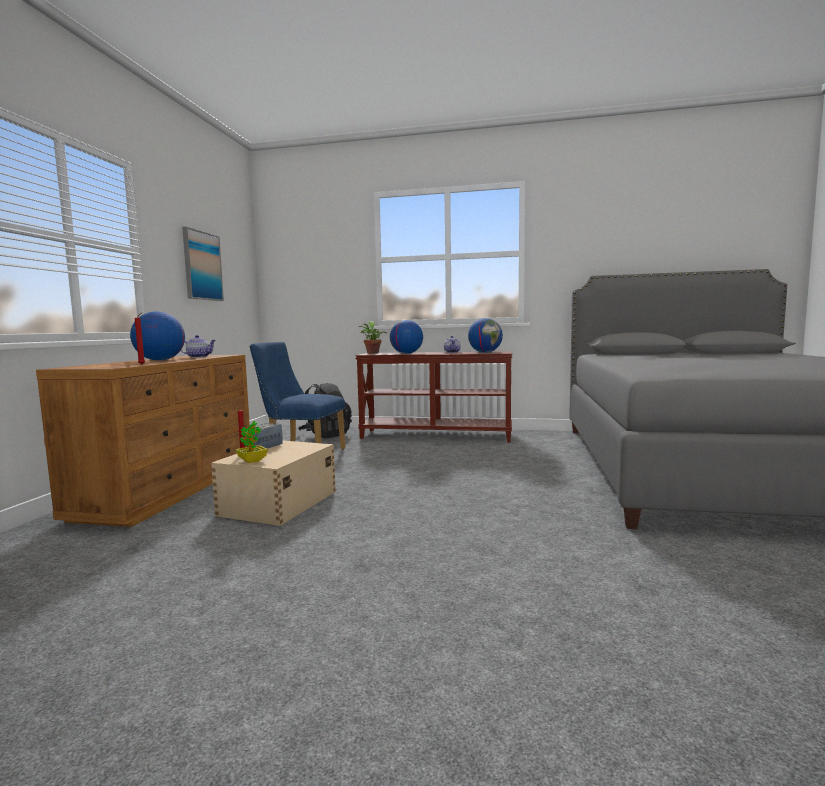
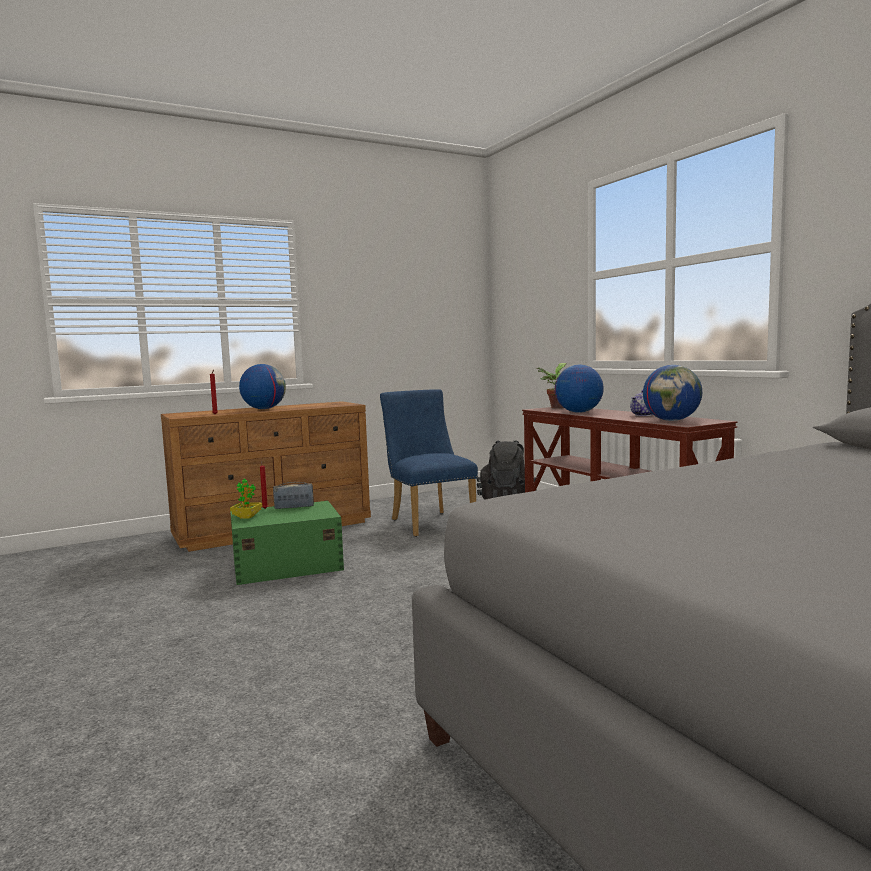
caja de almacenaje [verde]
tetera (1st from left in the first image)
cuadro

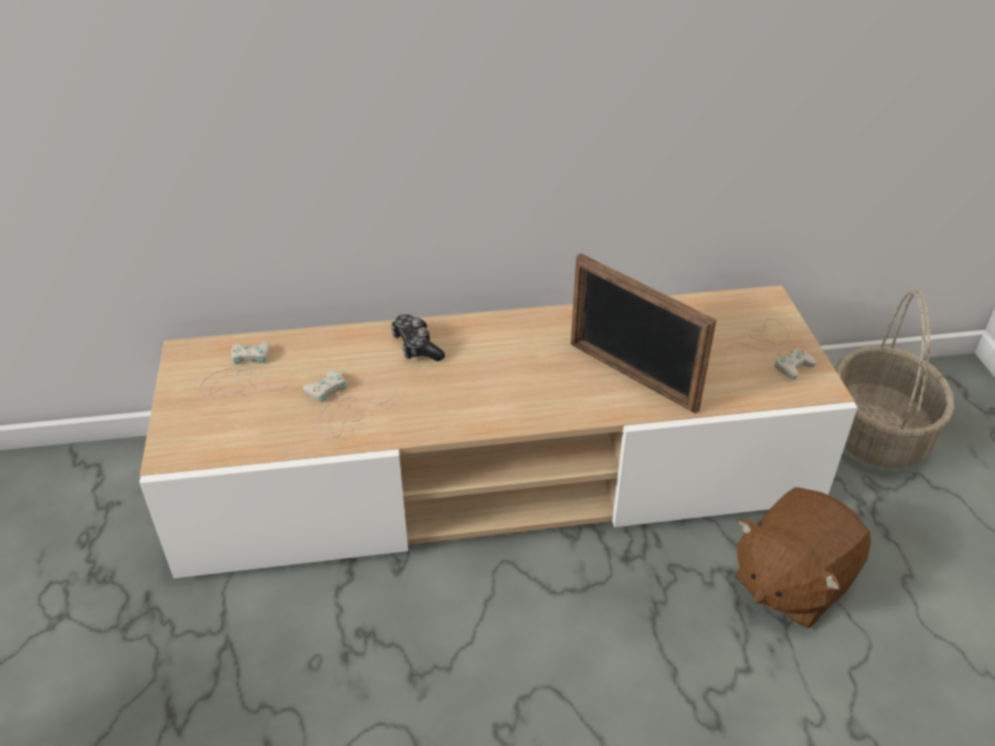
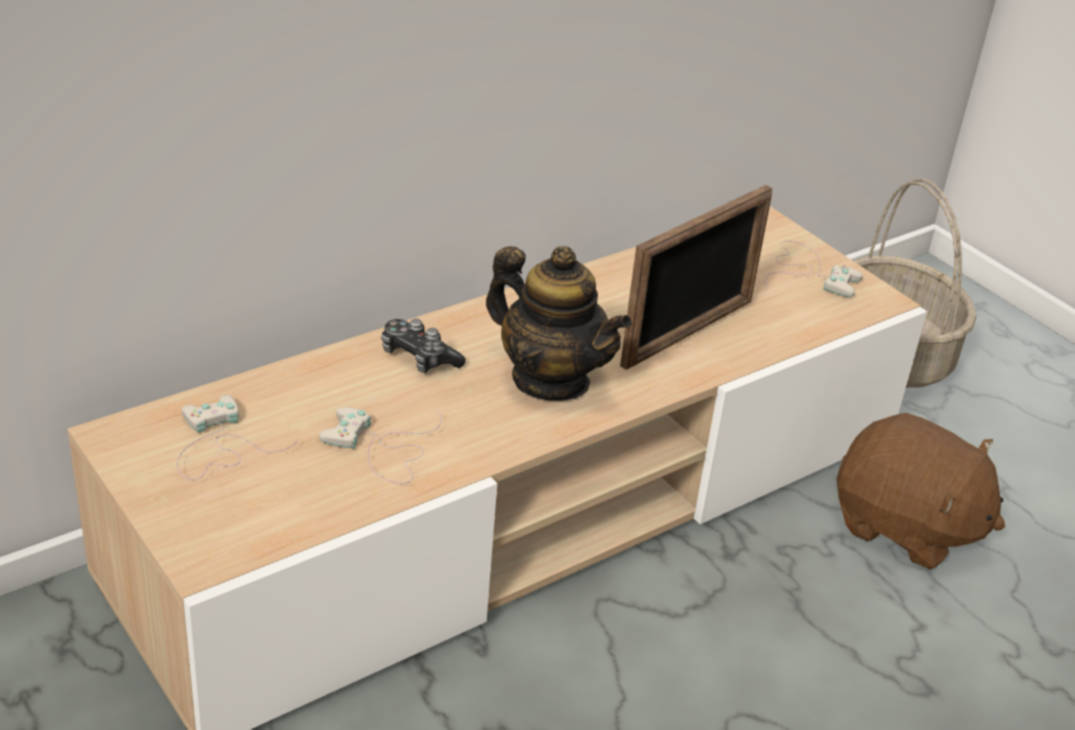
tetera
portarretratos
peluche [marrón]

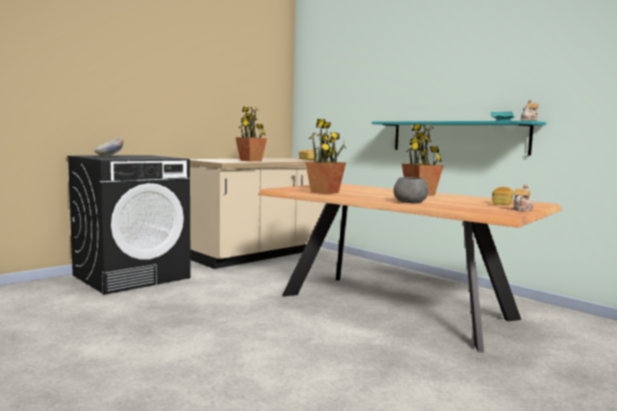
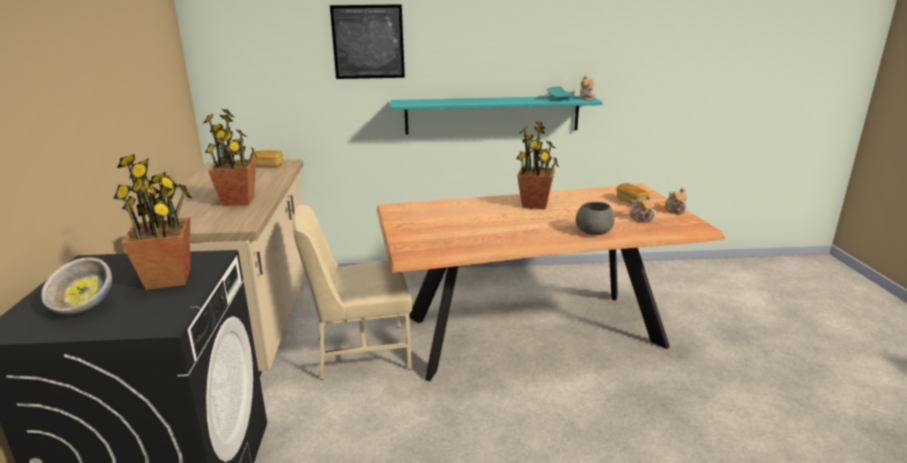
planta en maceta (1st from left)
silla [beis]
cuadro
tetera (2nd from left)

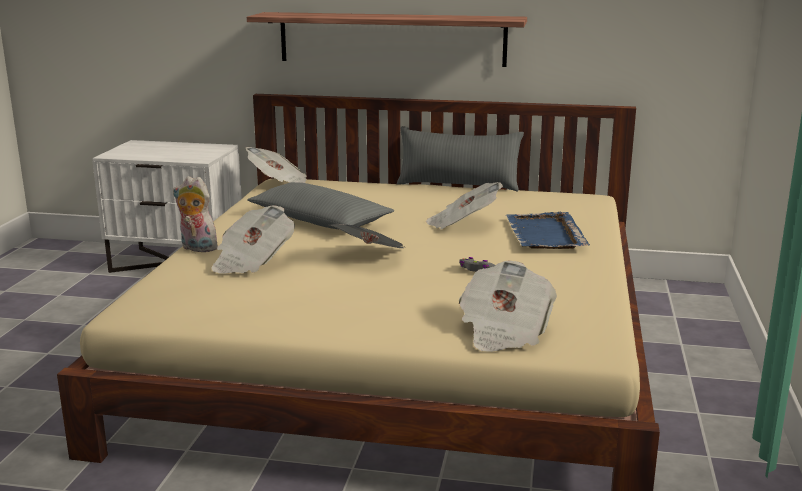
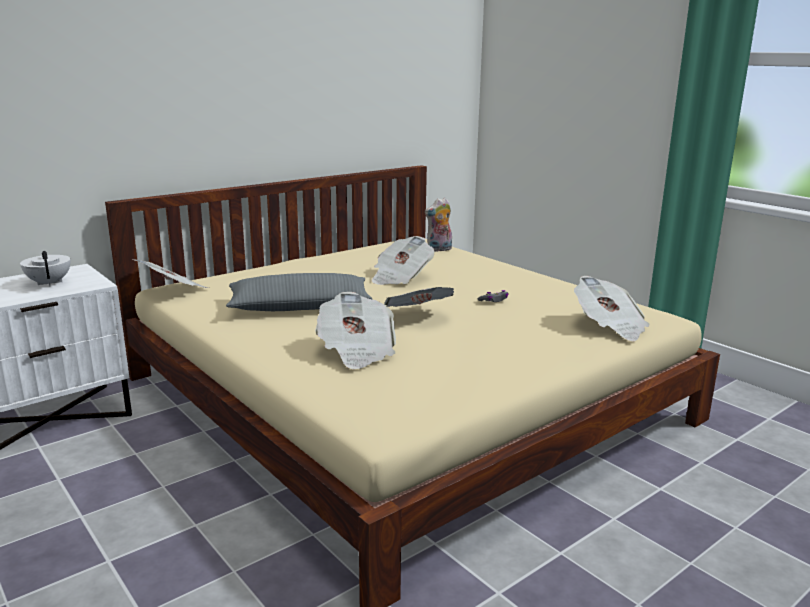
tetera [blanco]
peluche
estante
cojín [gris] (2nd from left in the first image)
bandeja [azul]

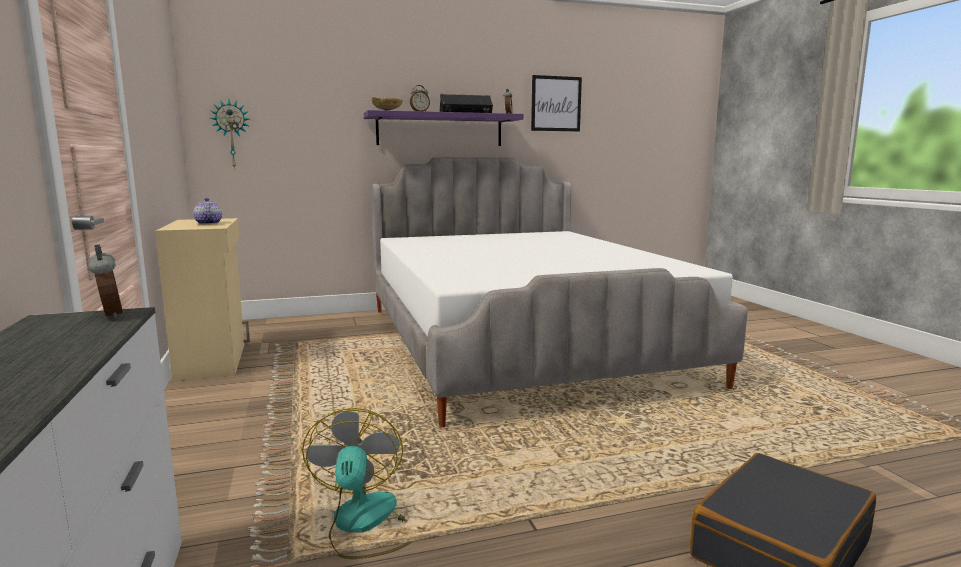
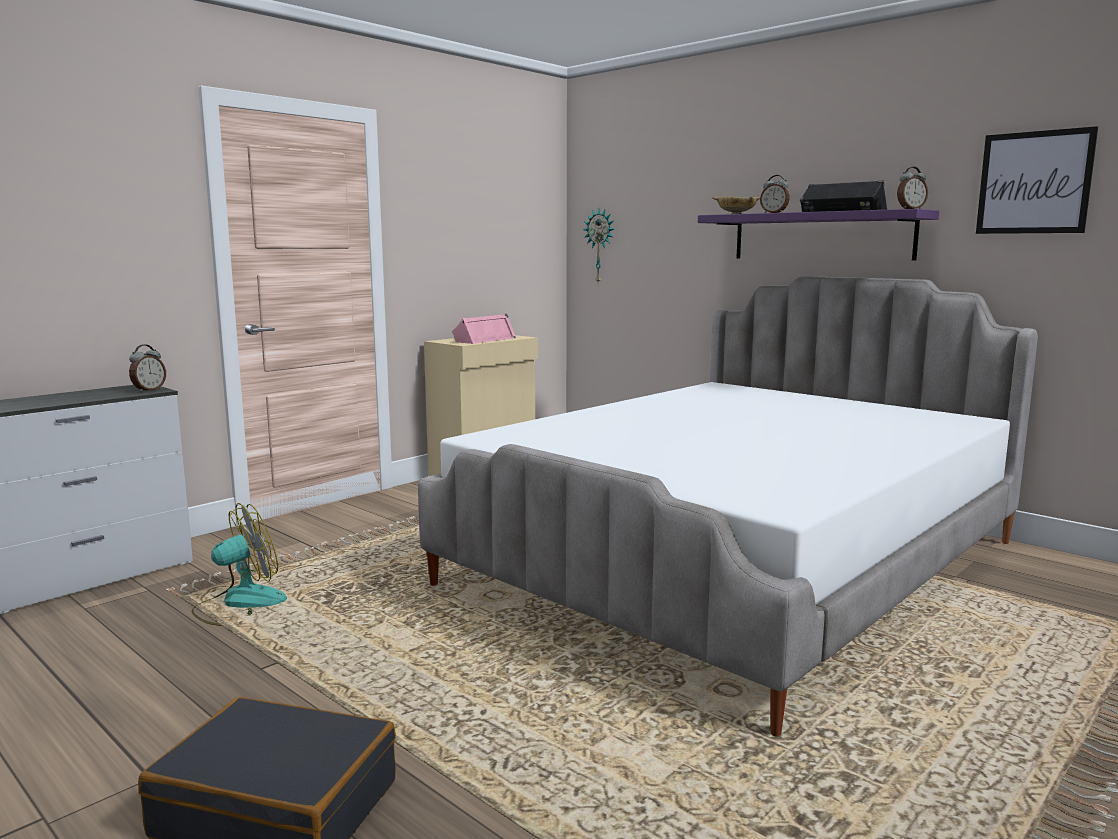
altavoz [rosa]

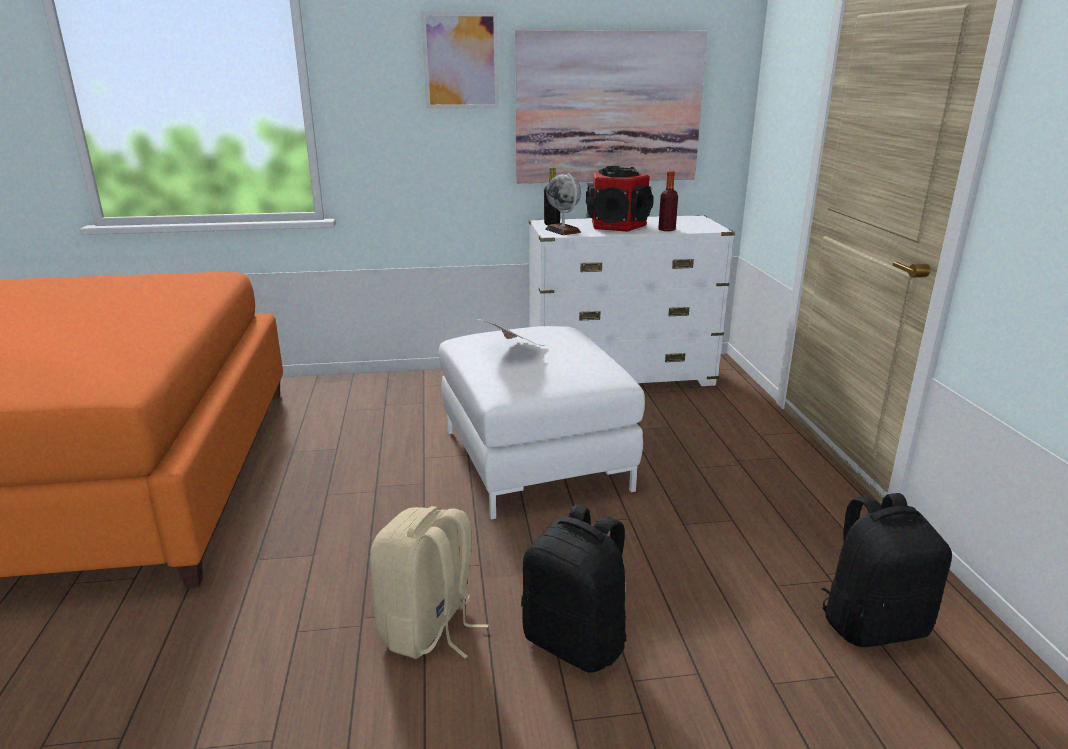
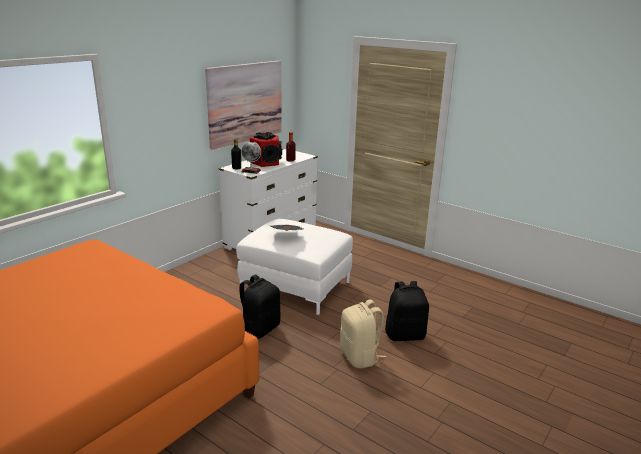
mochila [negro] (1st from left)
cuadro (1st from left in the first image)

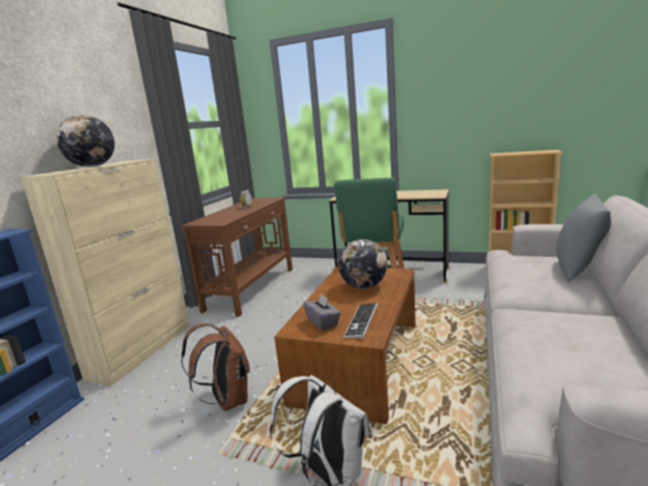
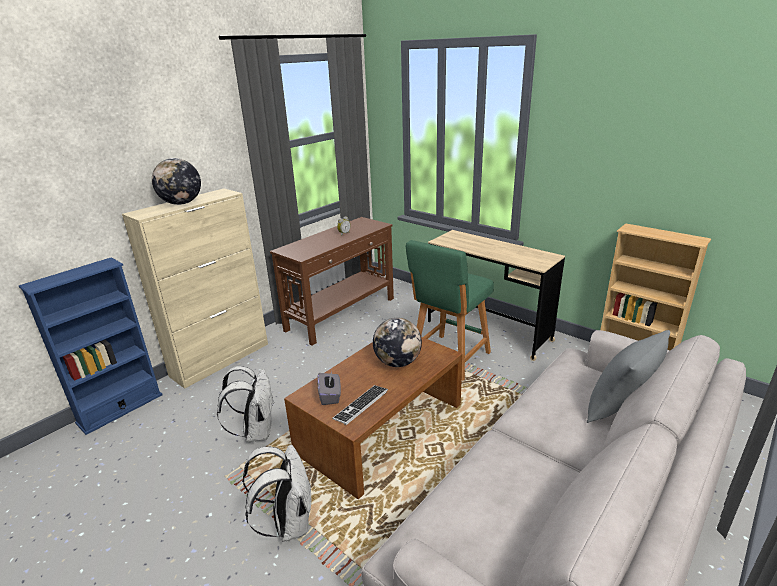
mochila [blanco] (1st from left)

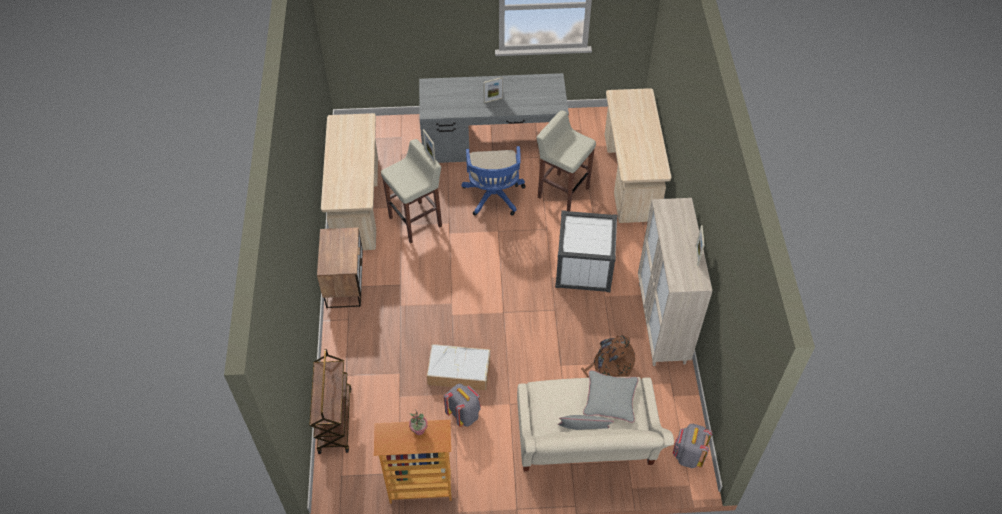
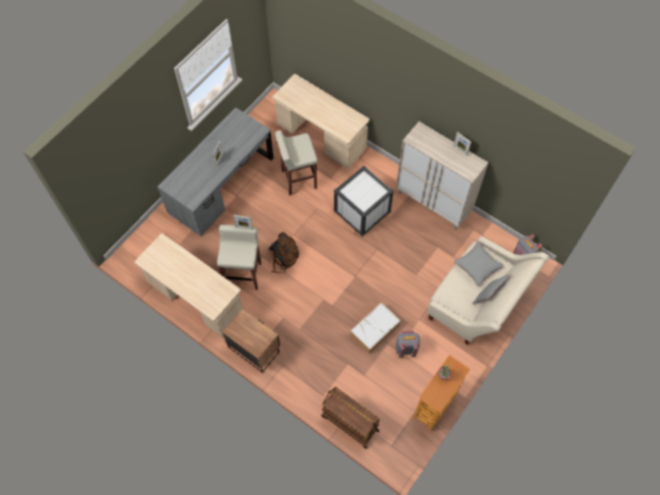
mochila [marrón]
silla de oficina [azul]

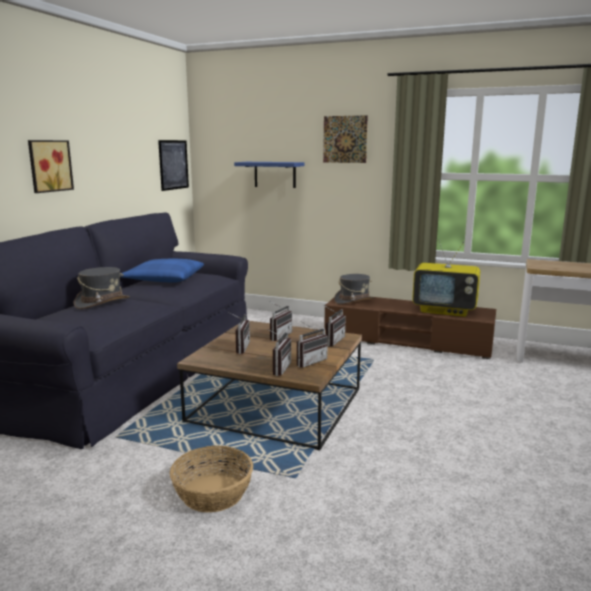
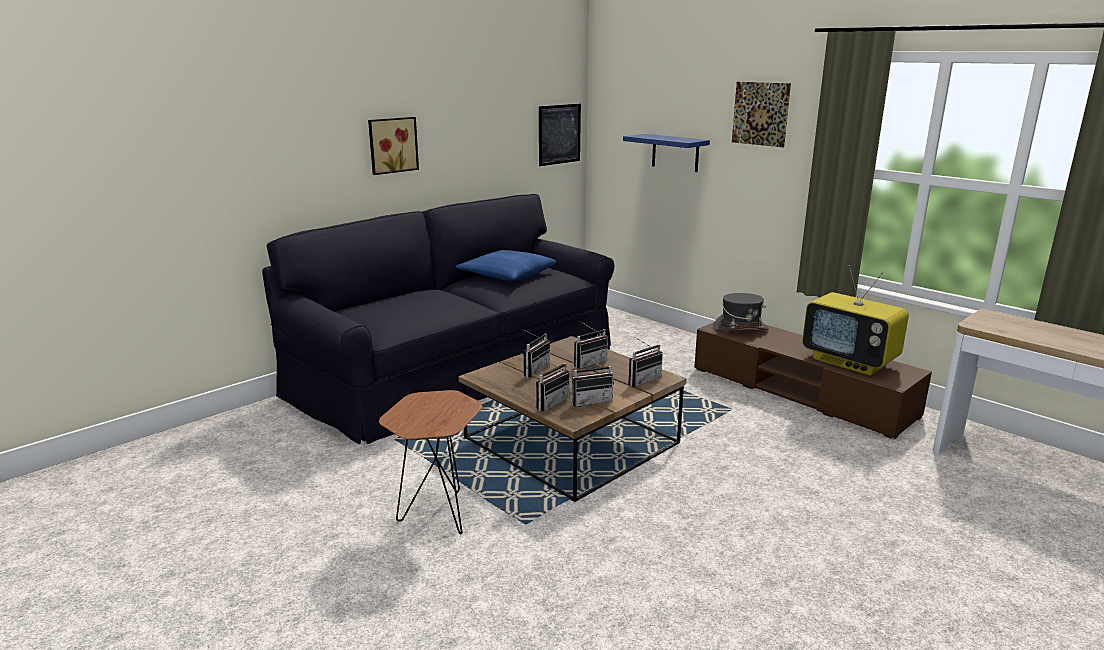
mesa auxiliar [marrón]
sombrero [gris] (1st from left in the first image)

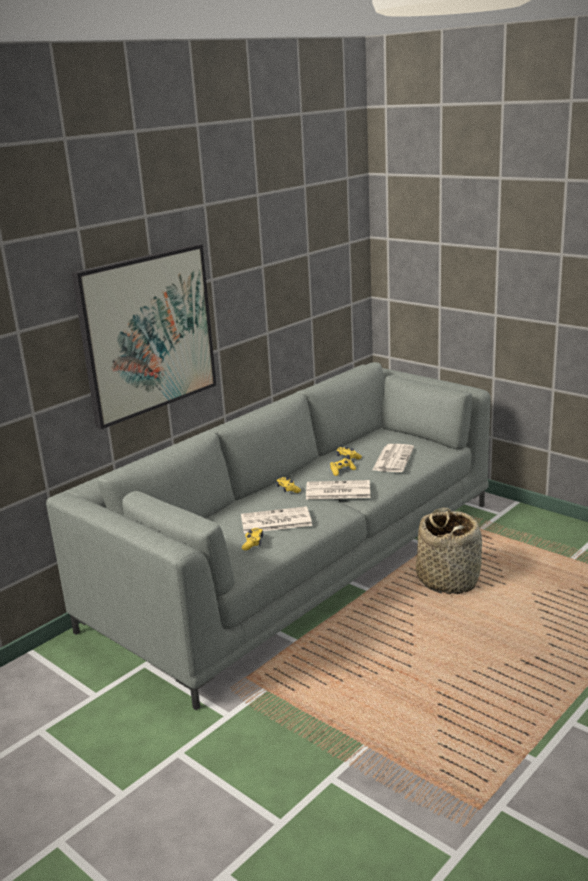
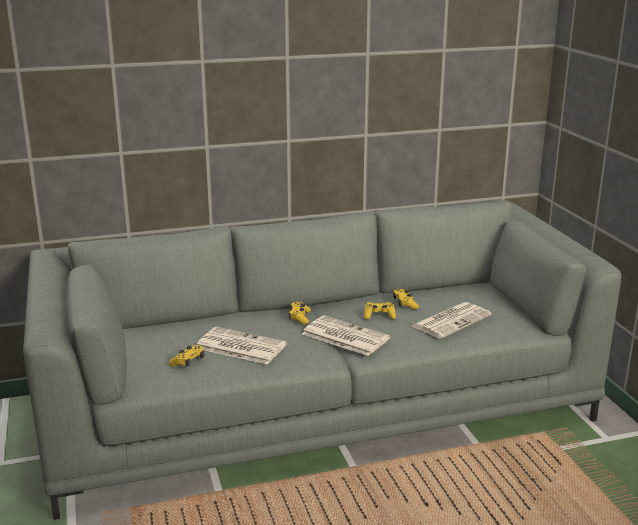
cuadro
cesta

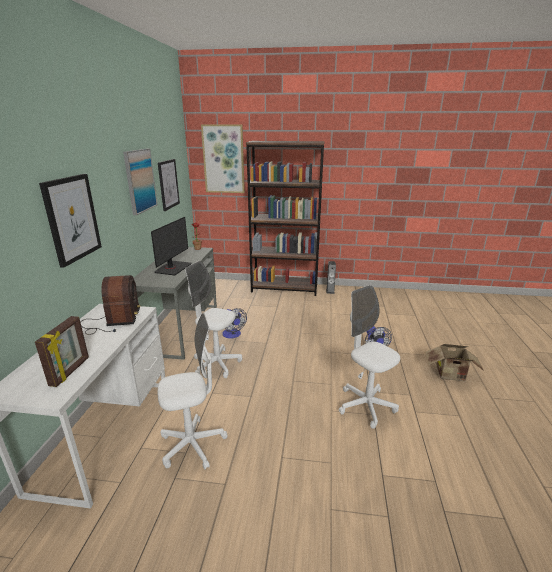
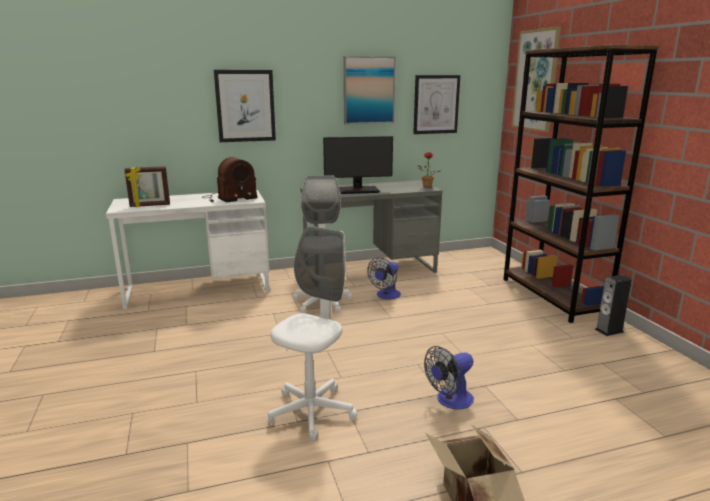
silla de oficina [blanco] (1st from left in the first image)

